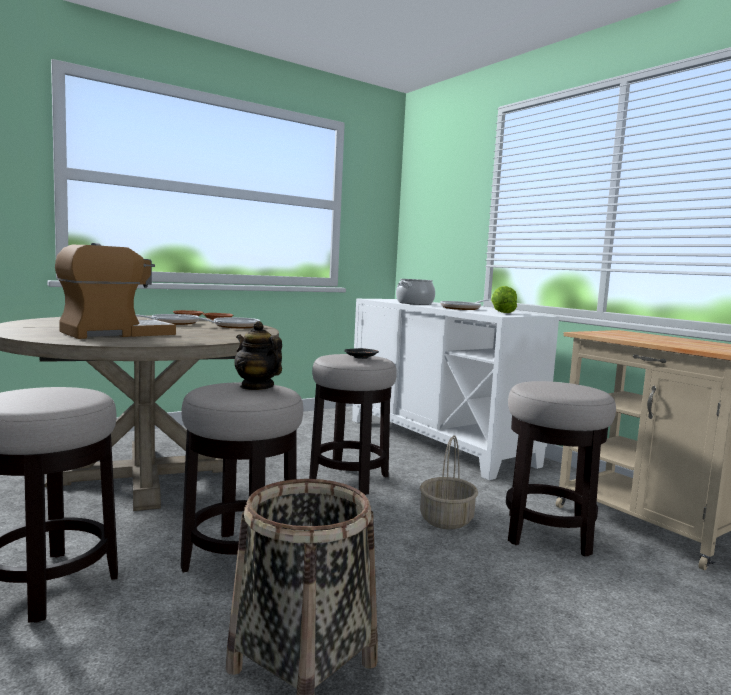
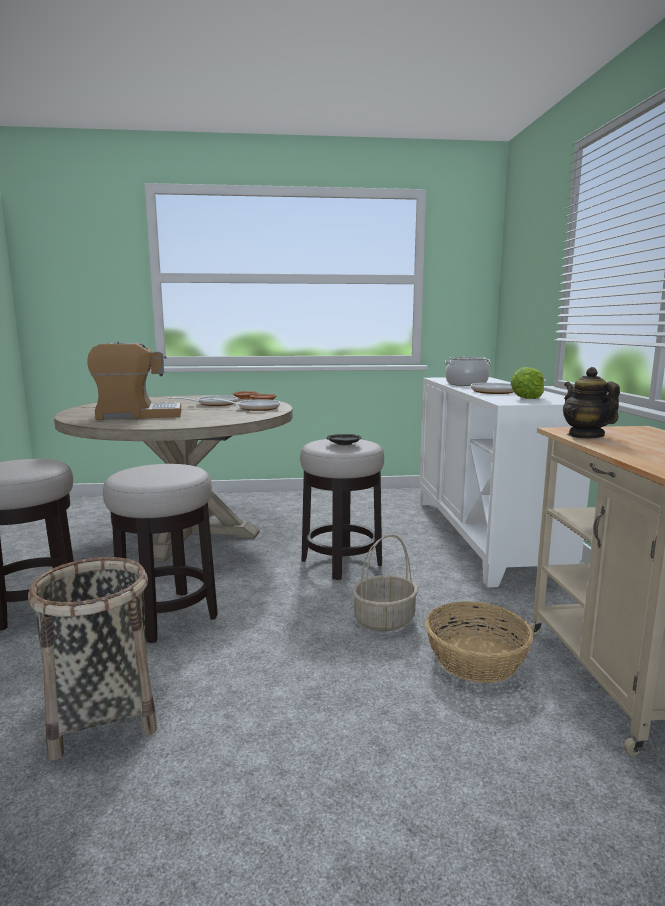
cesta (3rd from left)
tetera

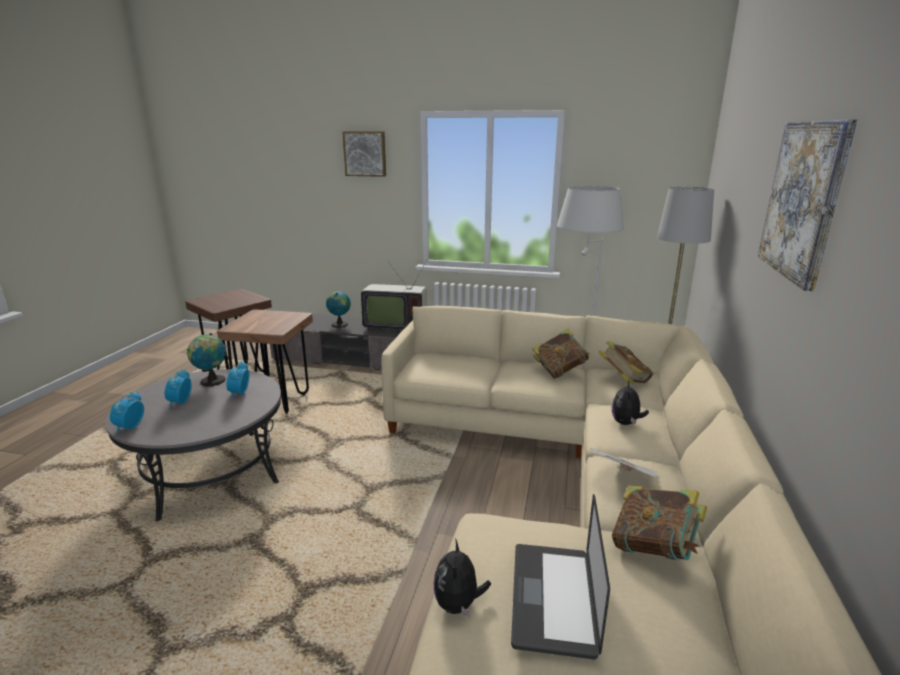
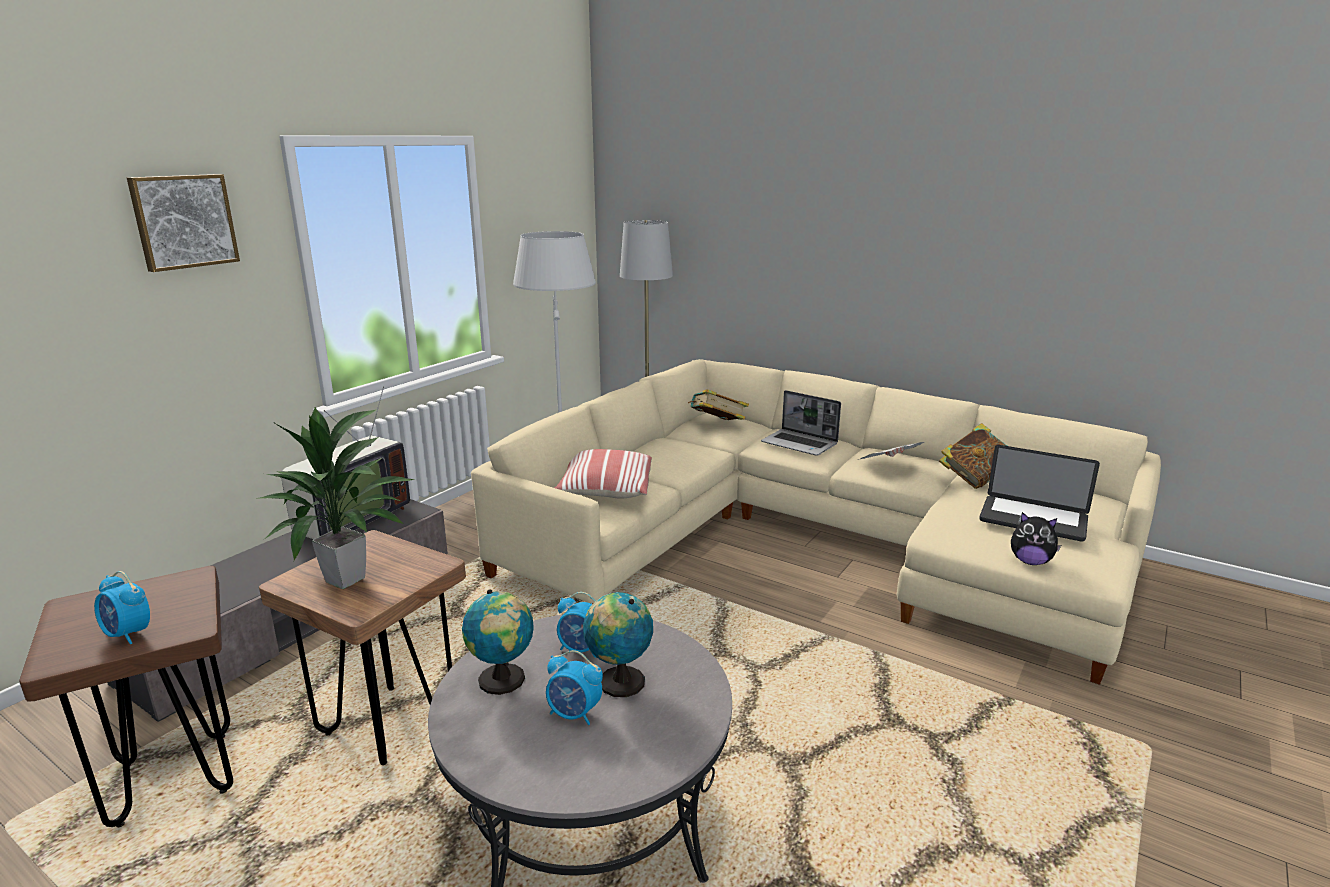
despertador (1st from left)
planta en maceta
cojín
globo terráqueo (2nd from left)
portátil (1st from left)
libro (1st from left in the first image)
cuadro (2nd from left in the first image)

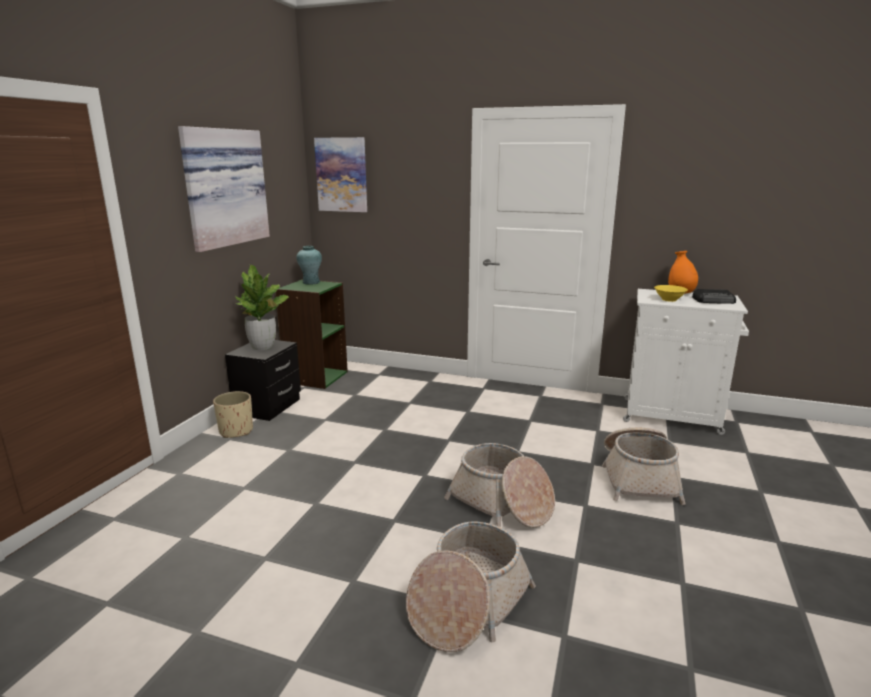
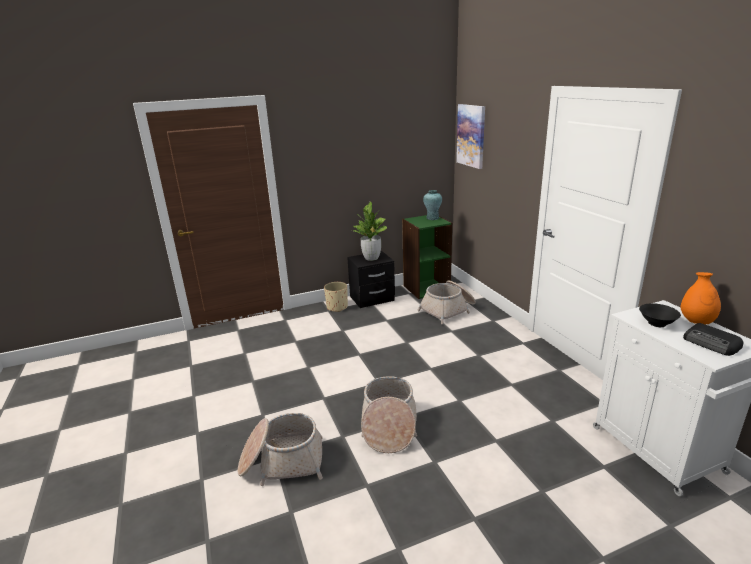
cesta (3rd from left)
cuenco [negro]
cuadro (1st from left in the first image)

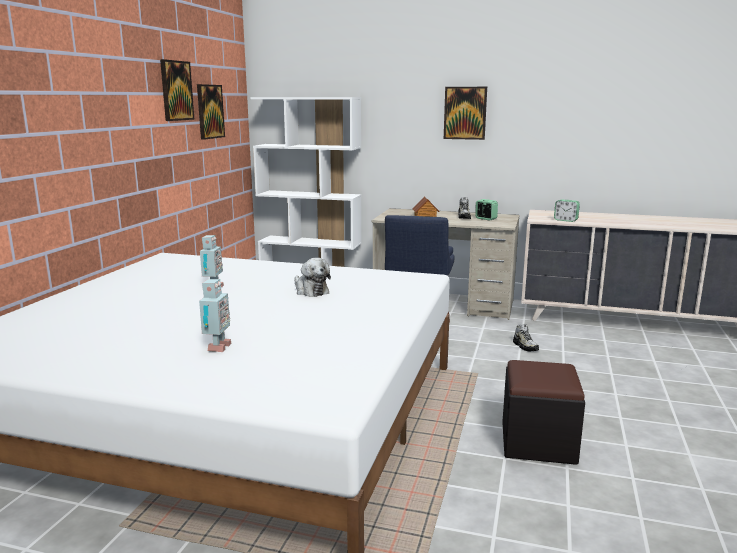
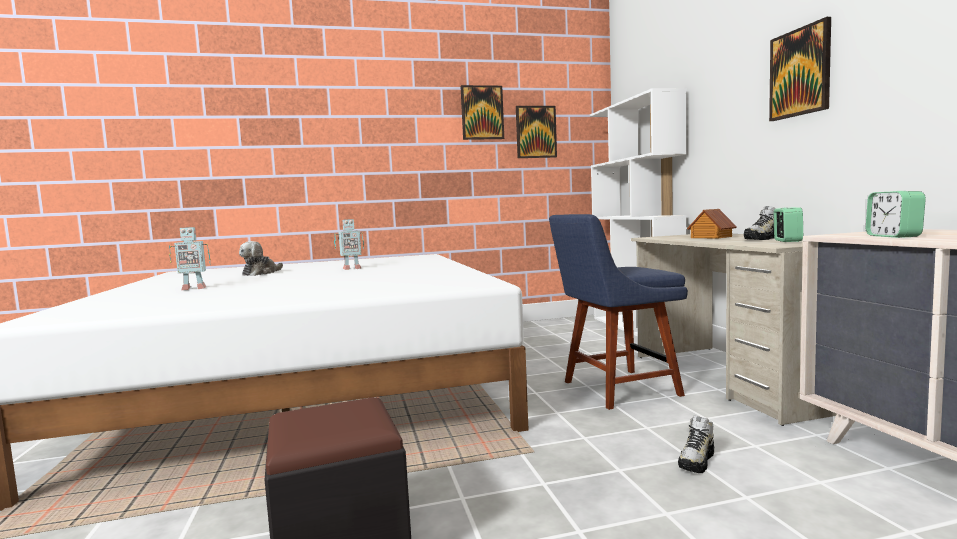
peluche

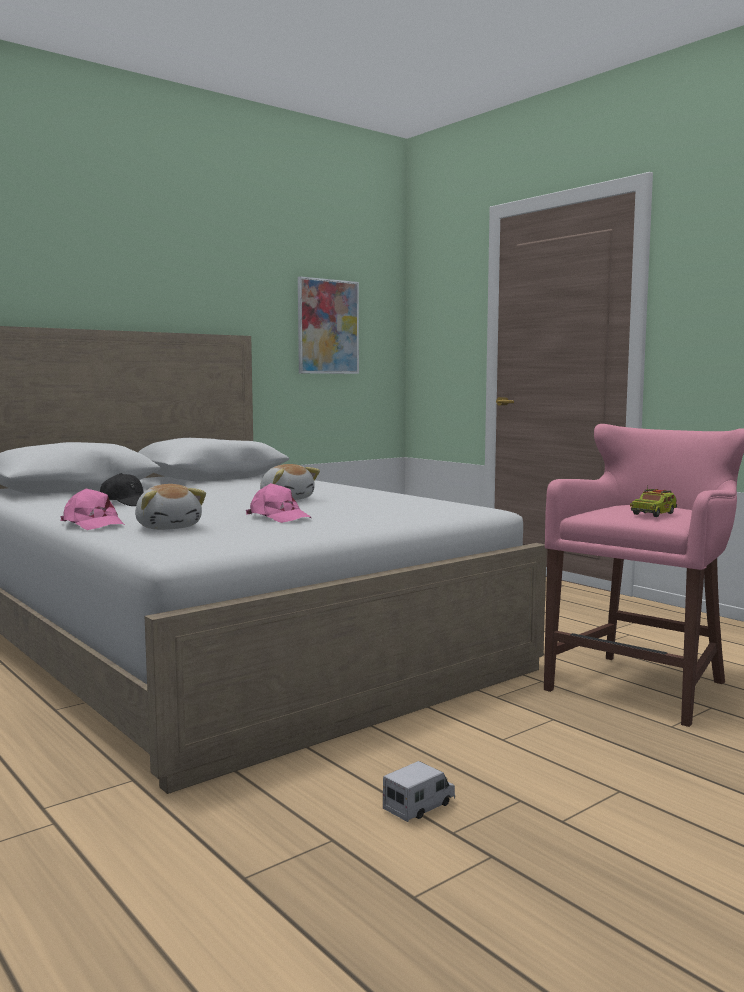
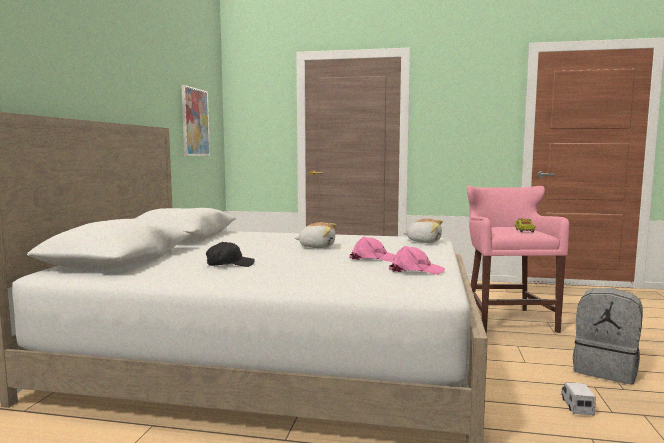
gorra [rosa] (2nd from left)
peluche (2nd from left)
mochila [gris]

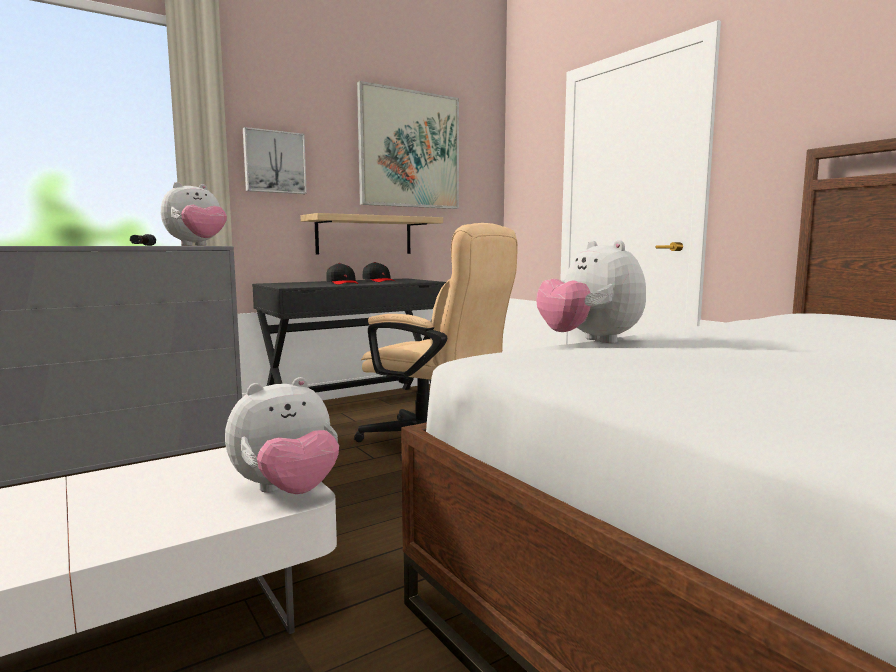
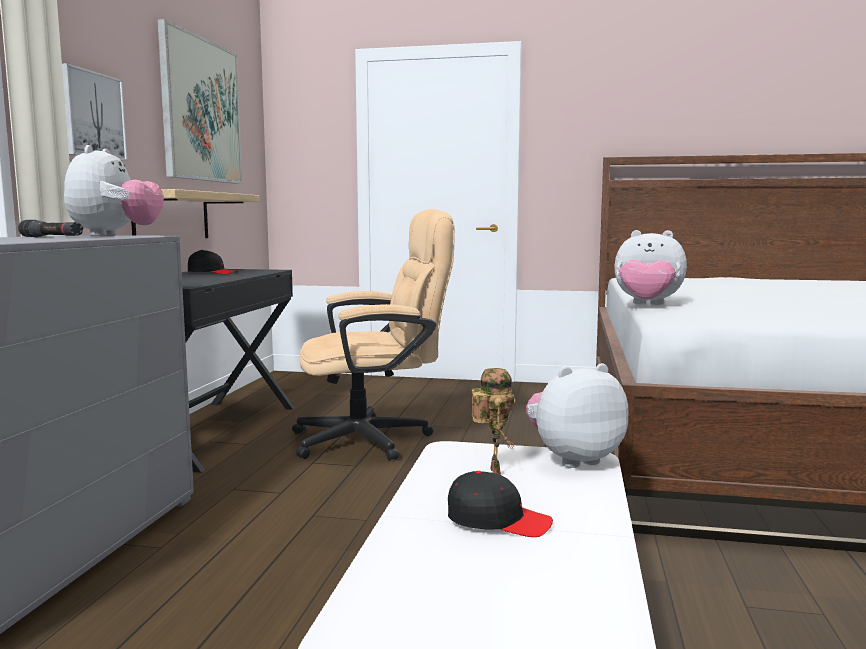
gorra [negro] (2nd from left)
robot de juguete
peluche (2nd from left)

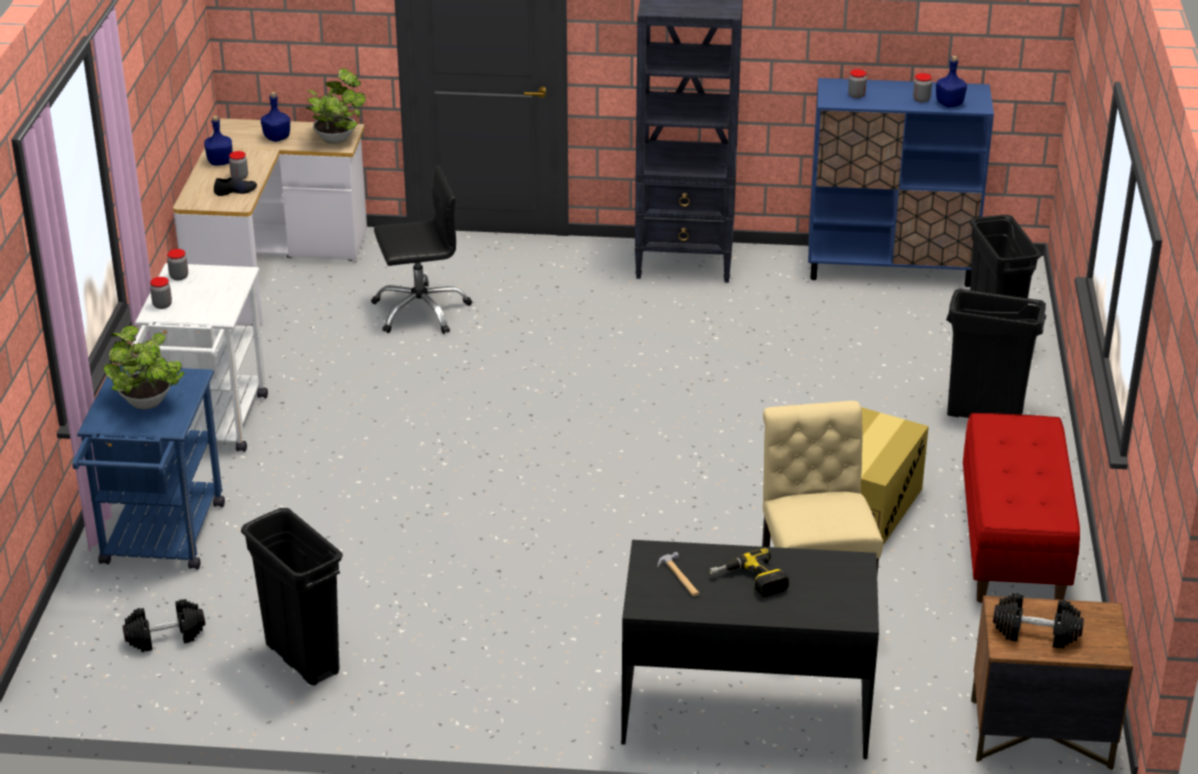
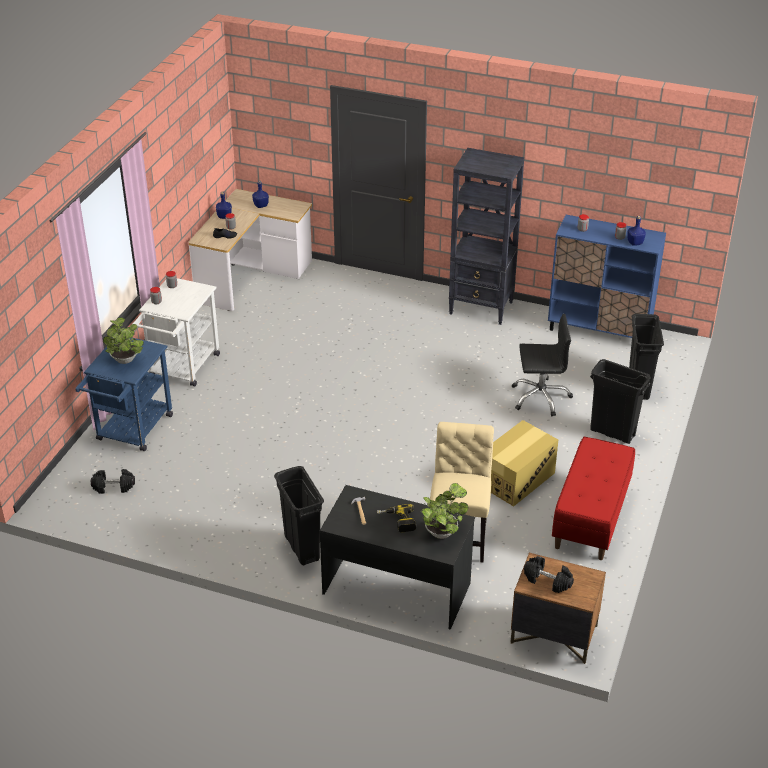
papelera [negro] (1st from left)
planta en maceta (2nd from left)
silla de oficina [negro]

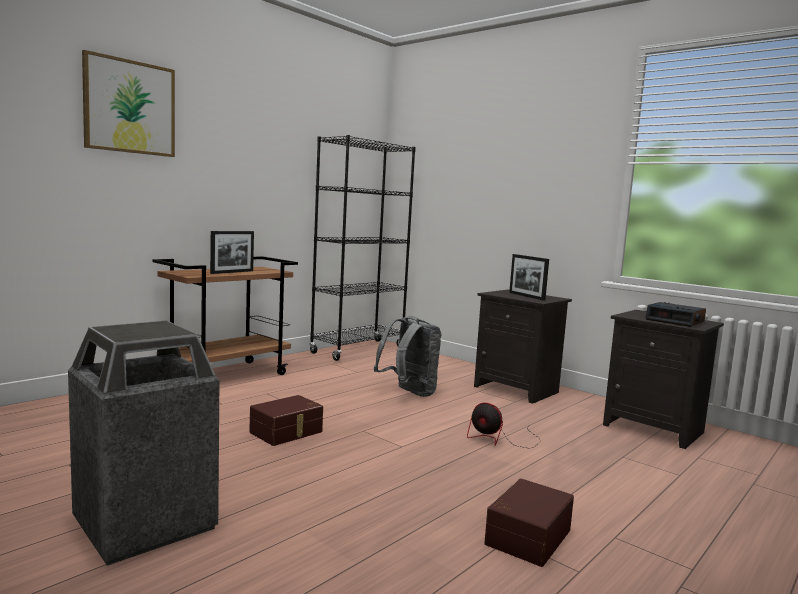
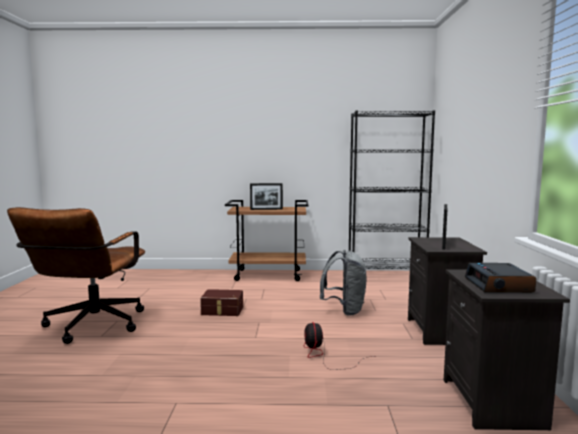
silla de oficina [marrón]
cuadro
caja de almacenaje [marrón] (2nd from left in the first image)

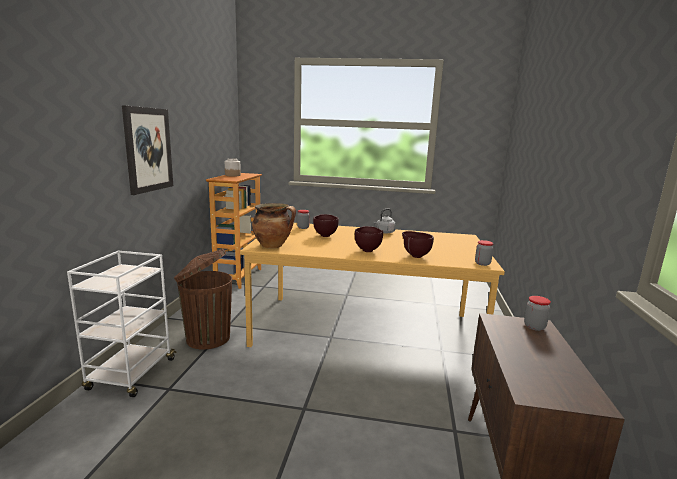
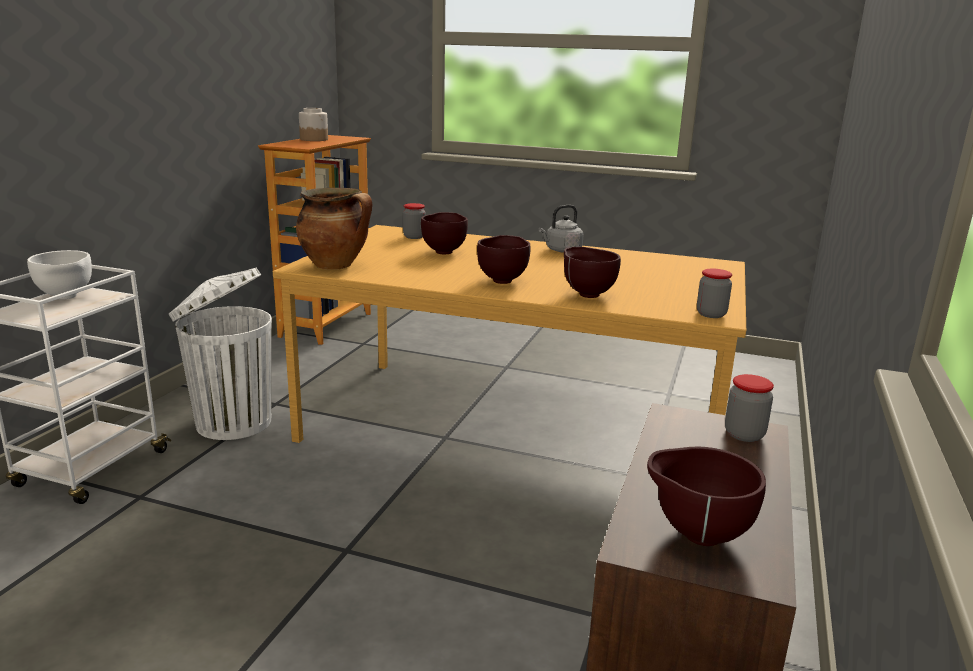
cuenco [blanco]
papelera [blanco]
cuenco [marrón] (4th from left)
cuadro

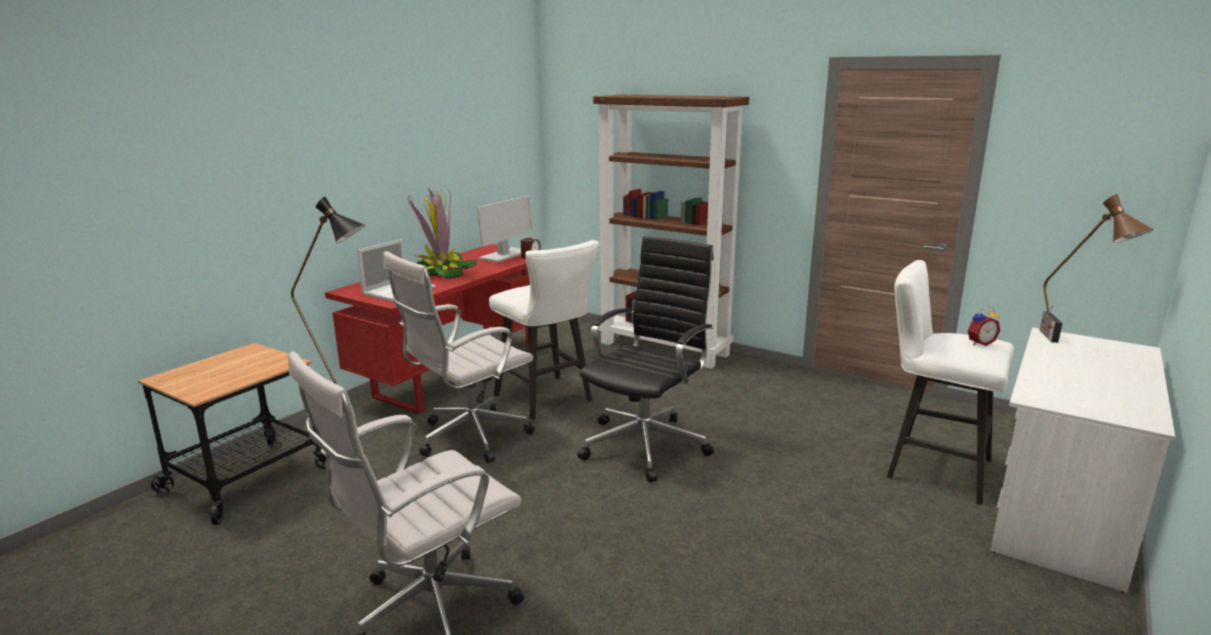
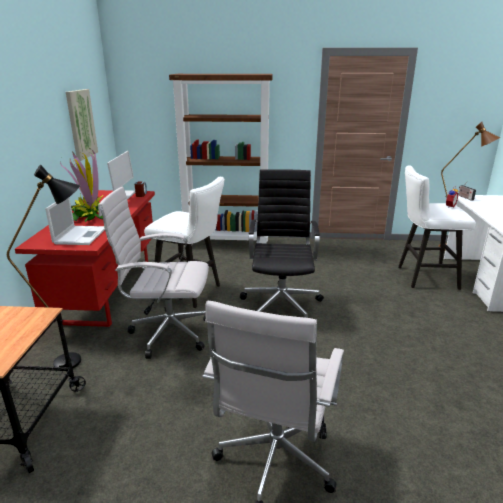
cuadro
silla de oficina [blanco] (1st from left)

